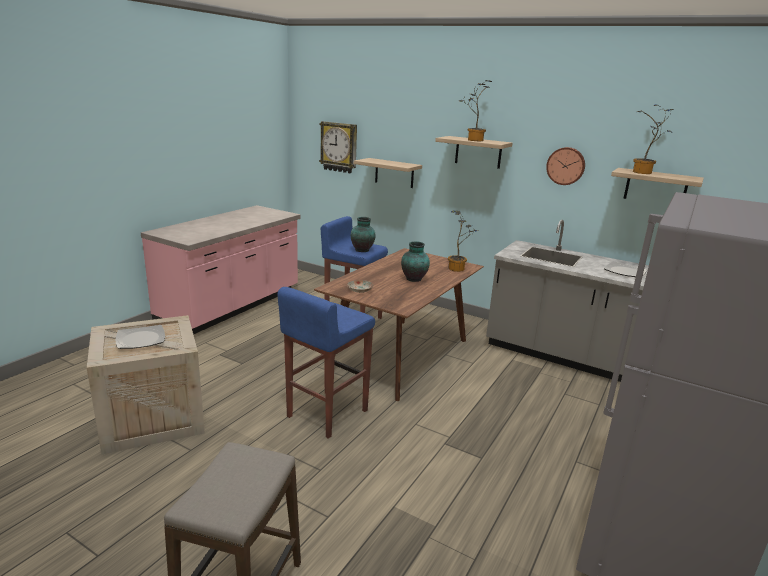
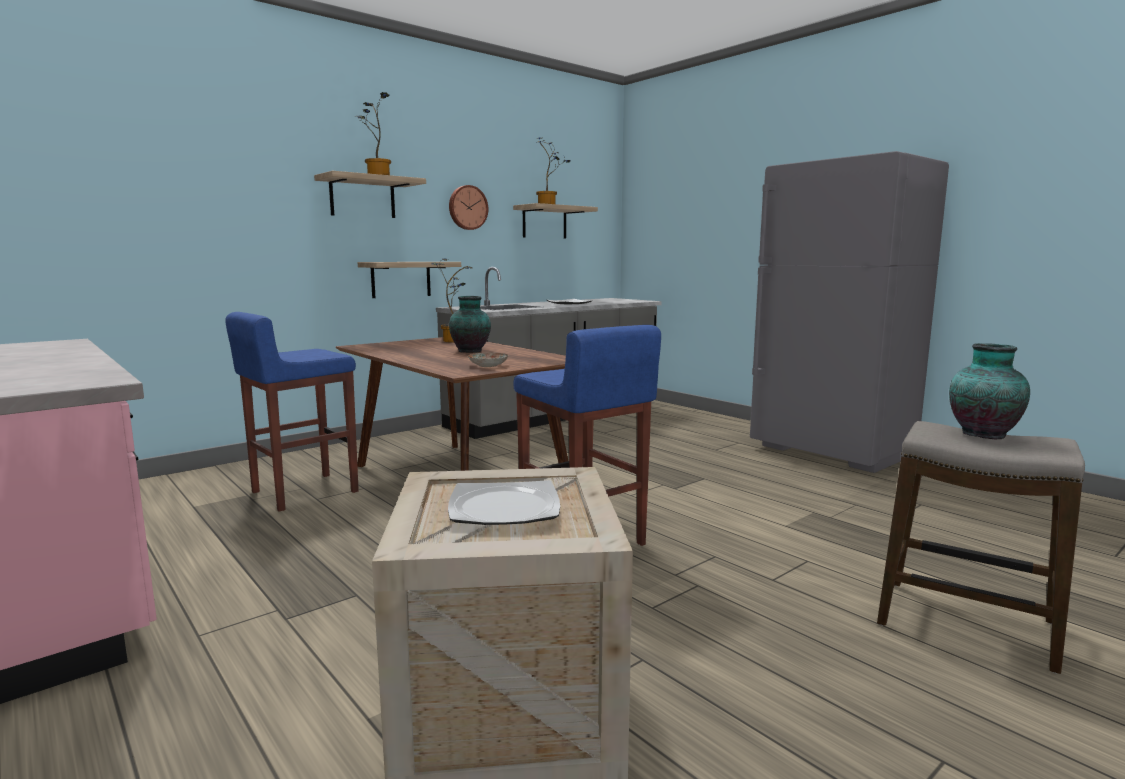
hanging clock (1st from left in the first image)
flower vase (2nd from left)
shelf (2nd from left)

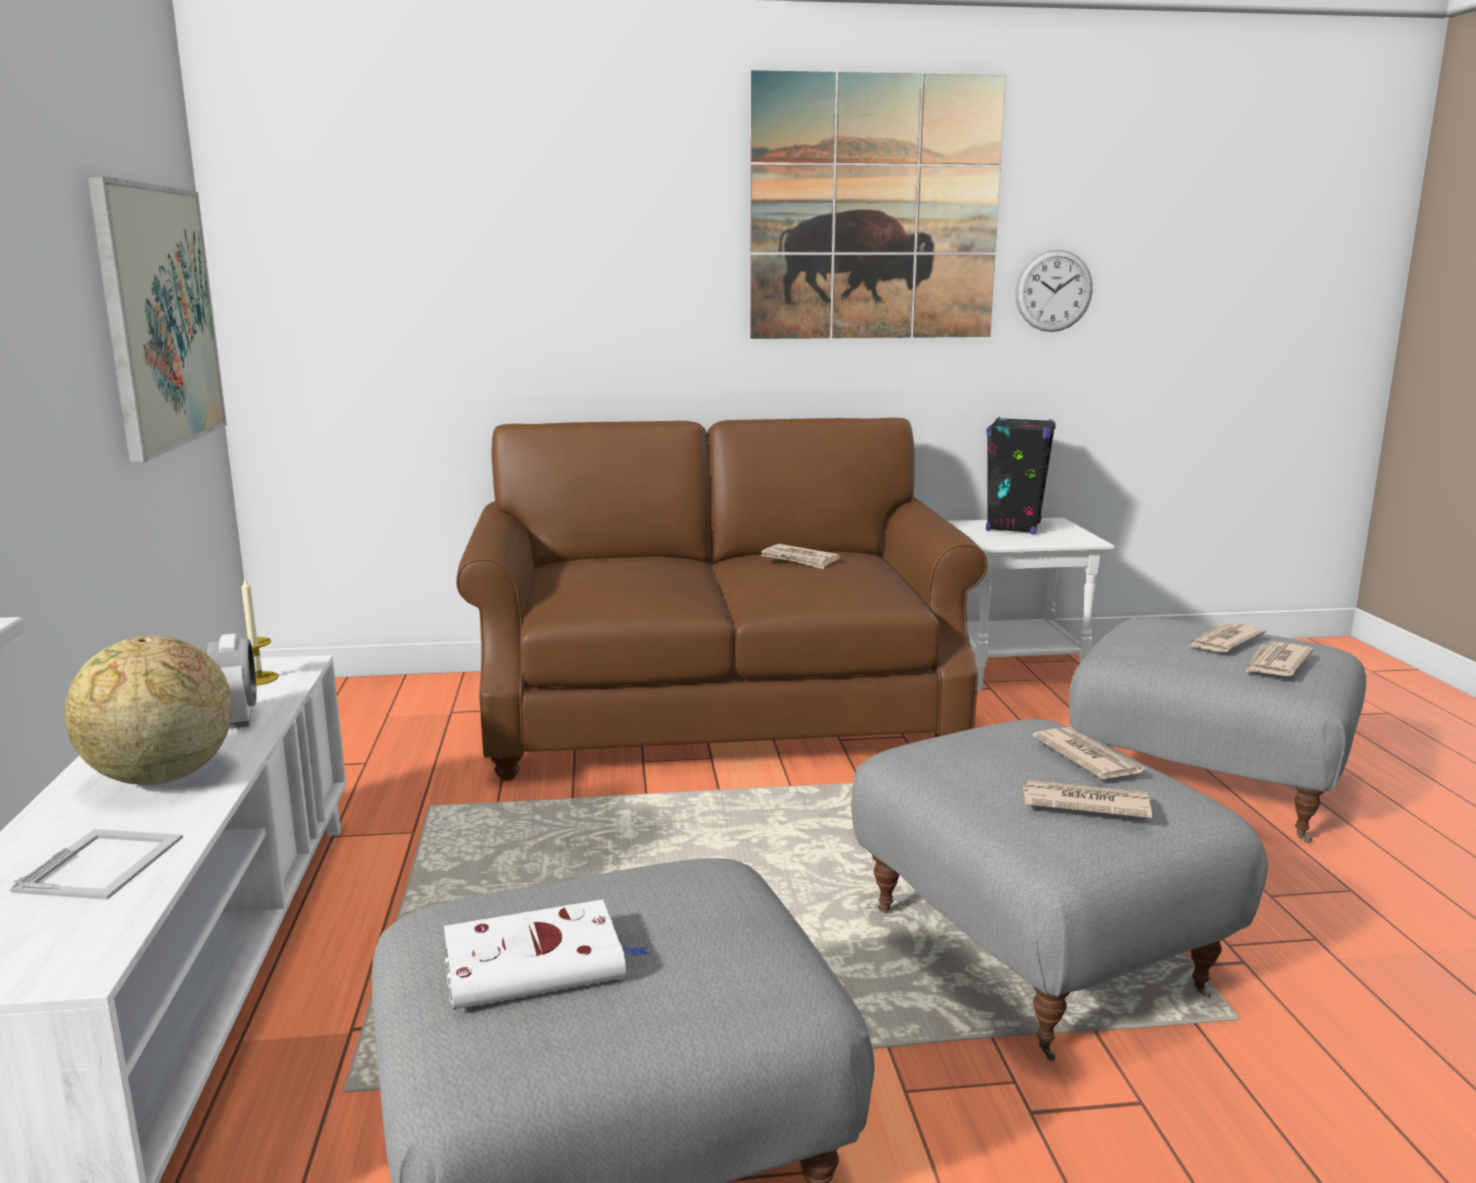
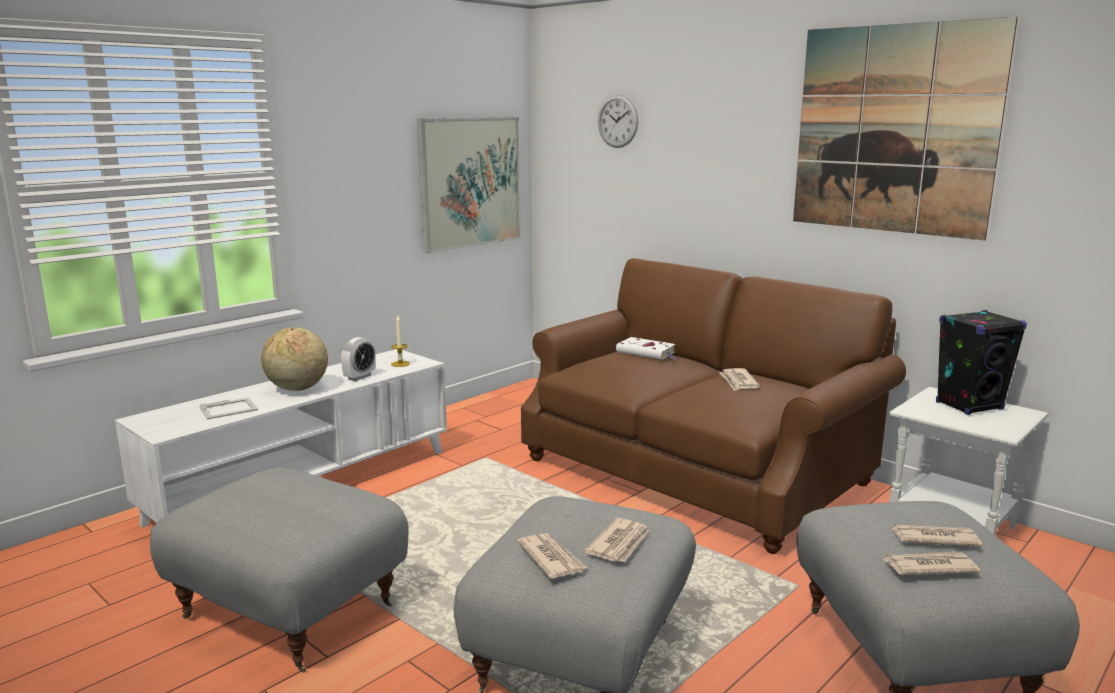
book (white-coloured)
hanging clock

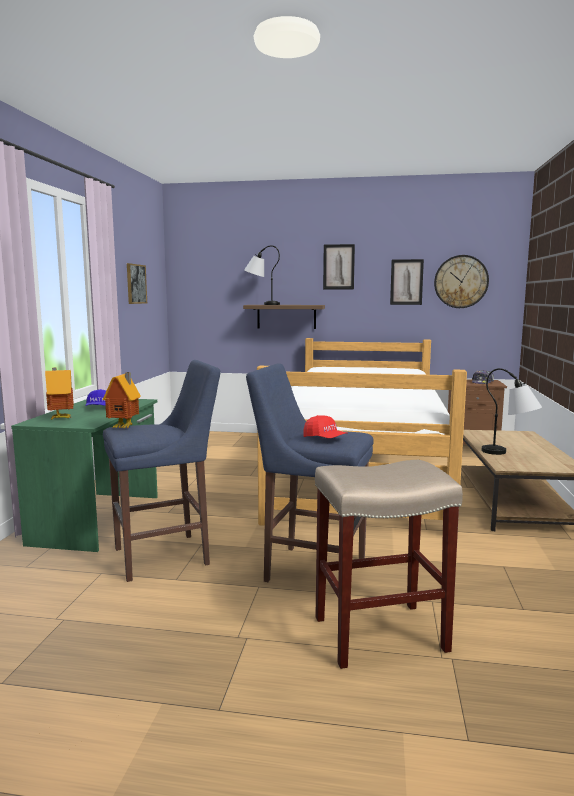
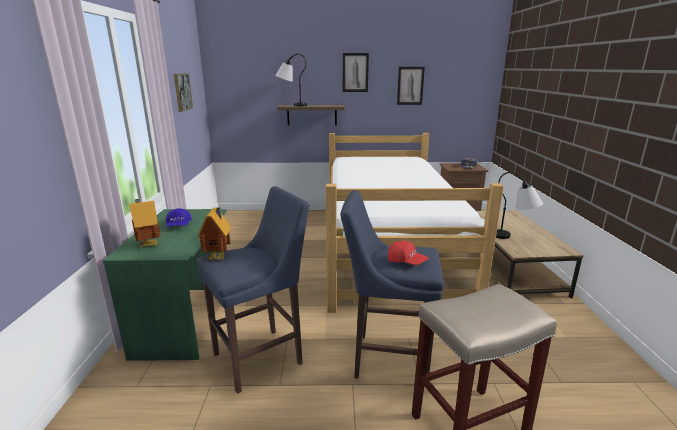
hanging clock

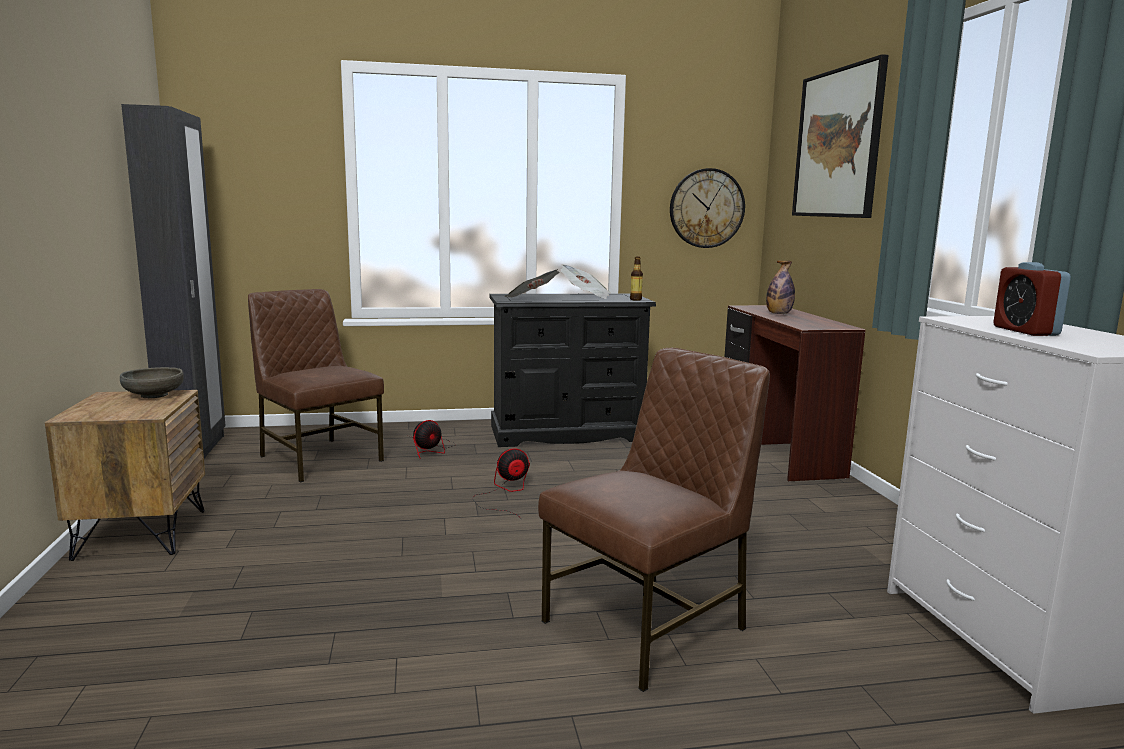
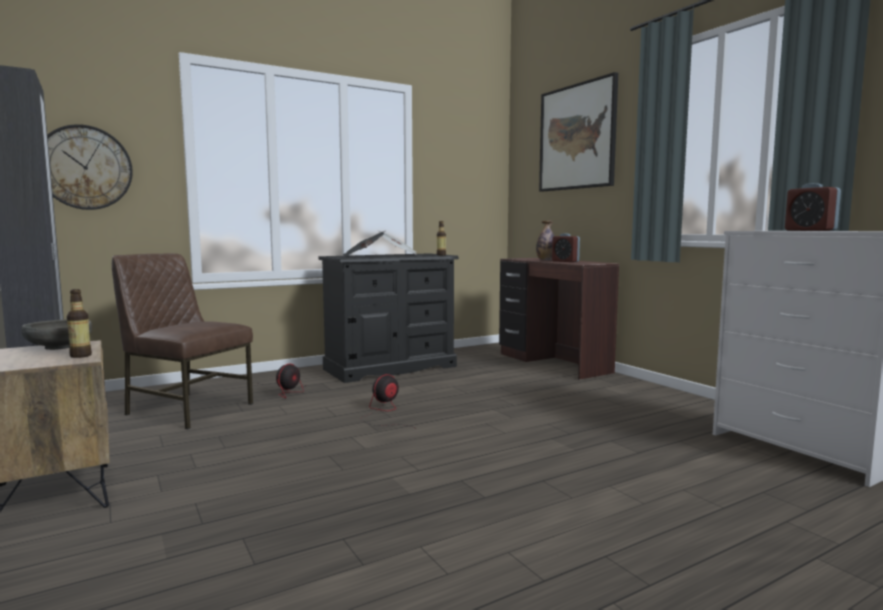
upright chair (brown) (2nd from left in the first image)
beverage bottle (1st from left)
table clock (1st from left)
hanging clock

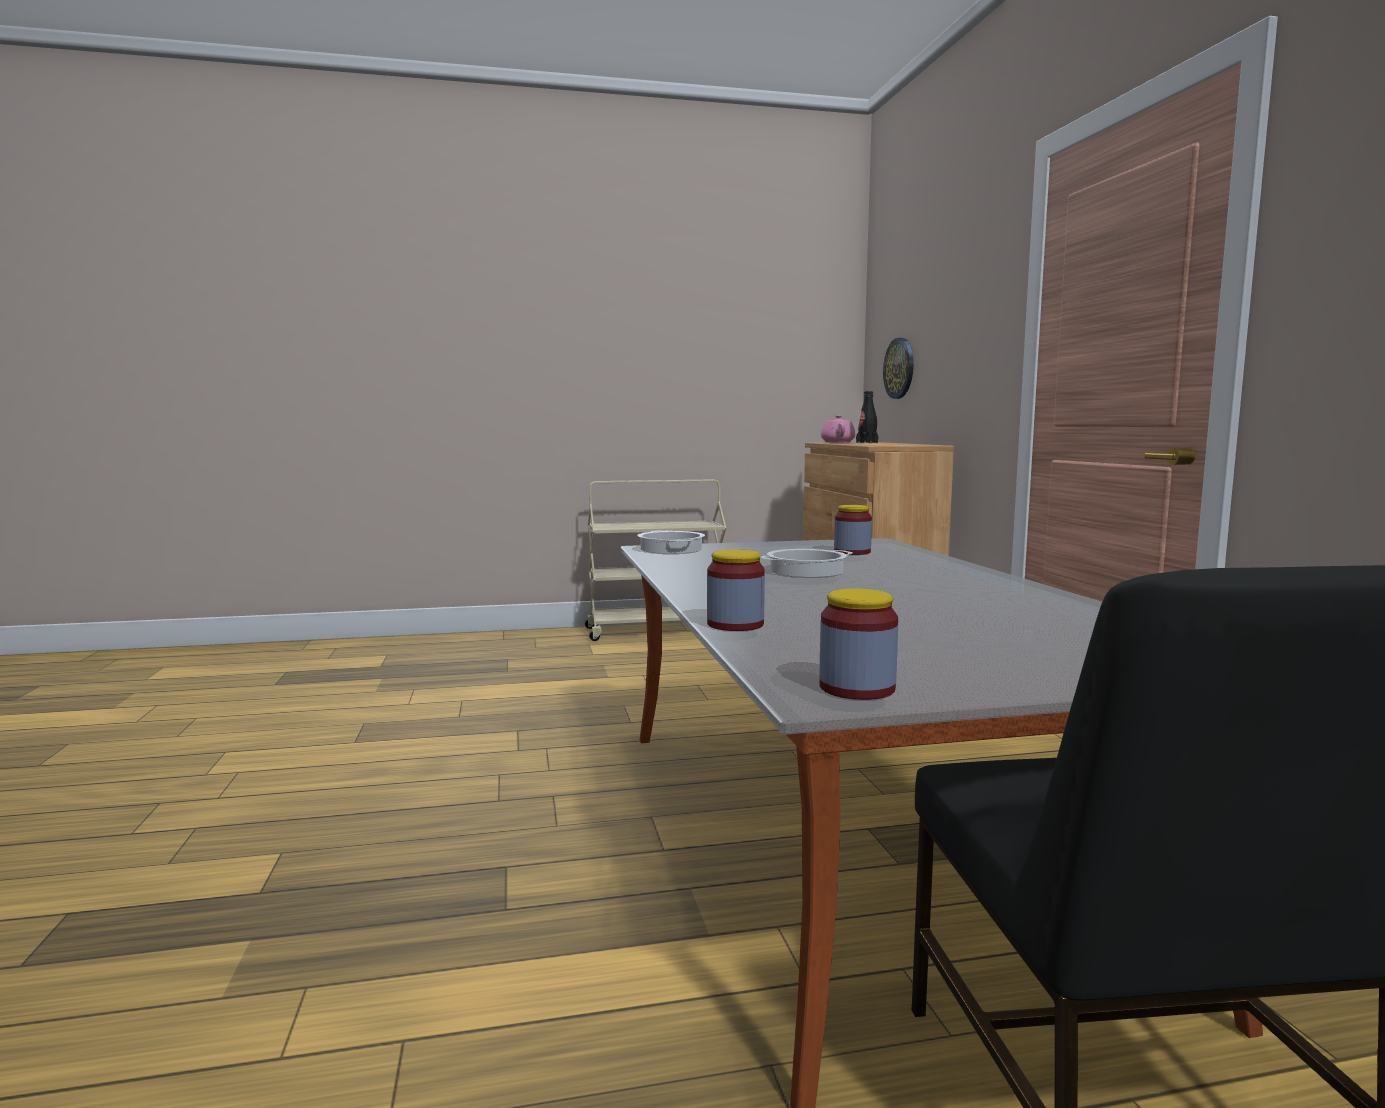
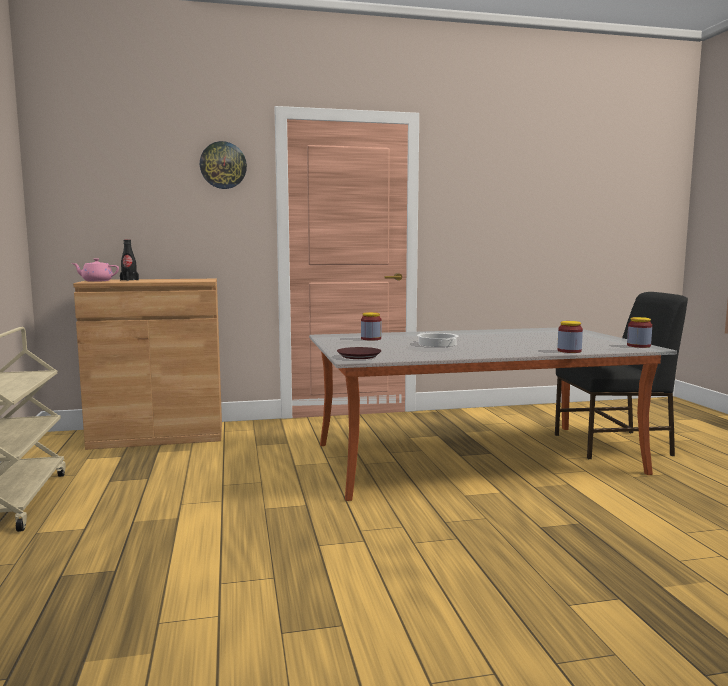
hanging clock
dinner plate (brown)

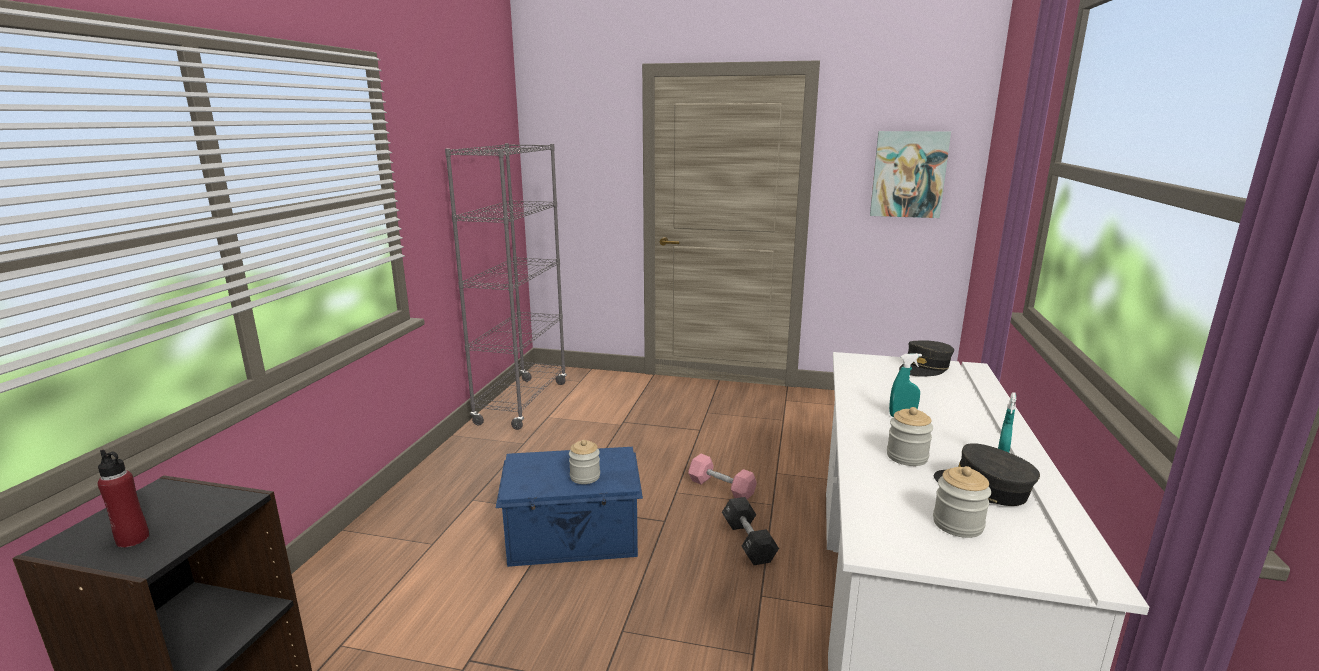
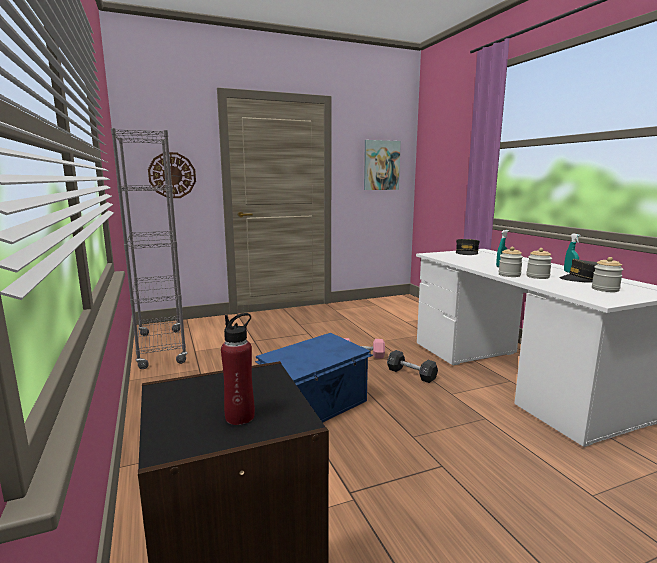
hanging clock
jar (1st from left)

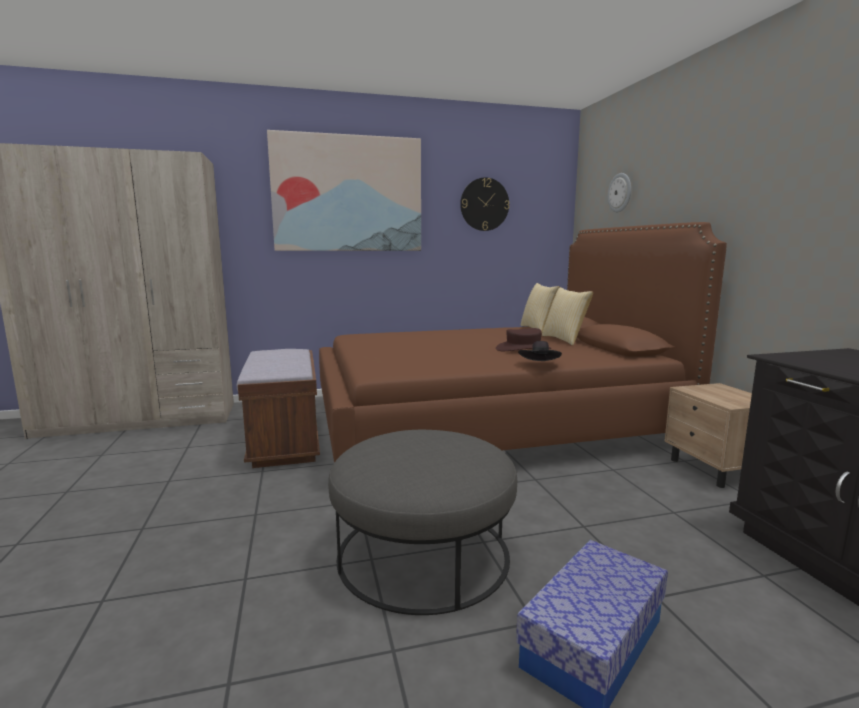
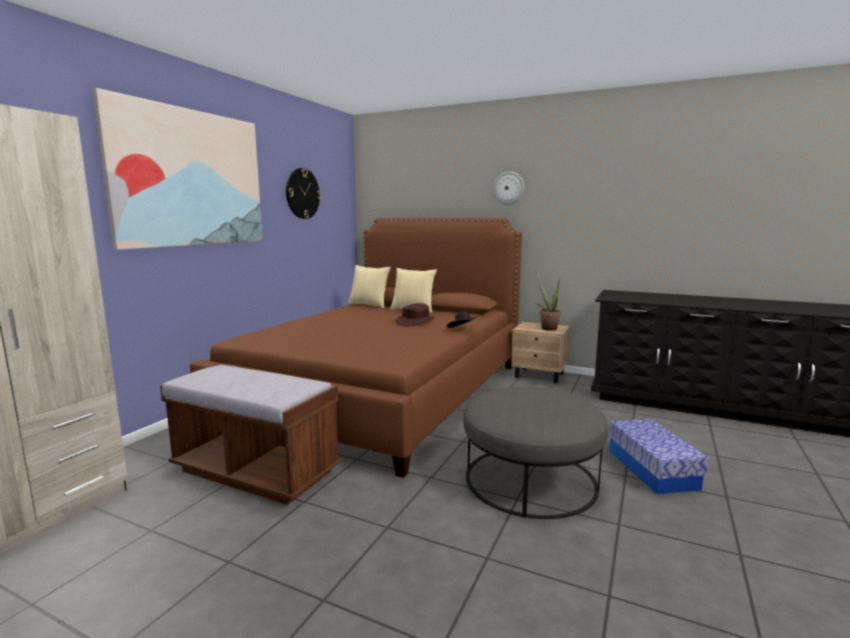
plant in a pot
hanging clock (2nd from left)

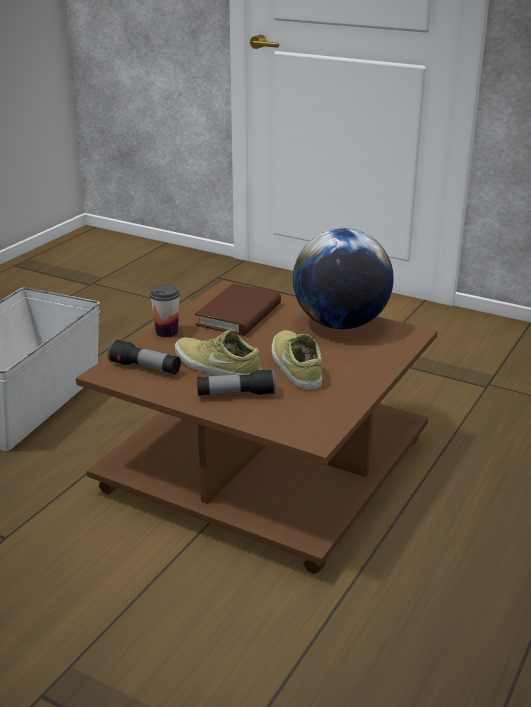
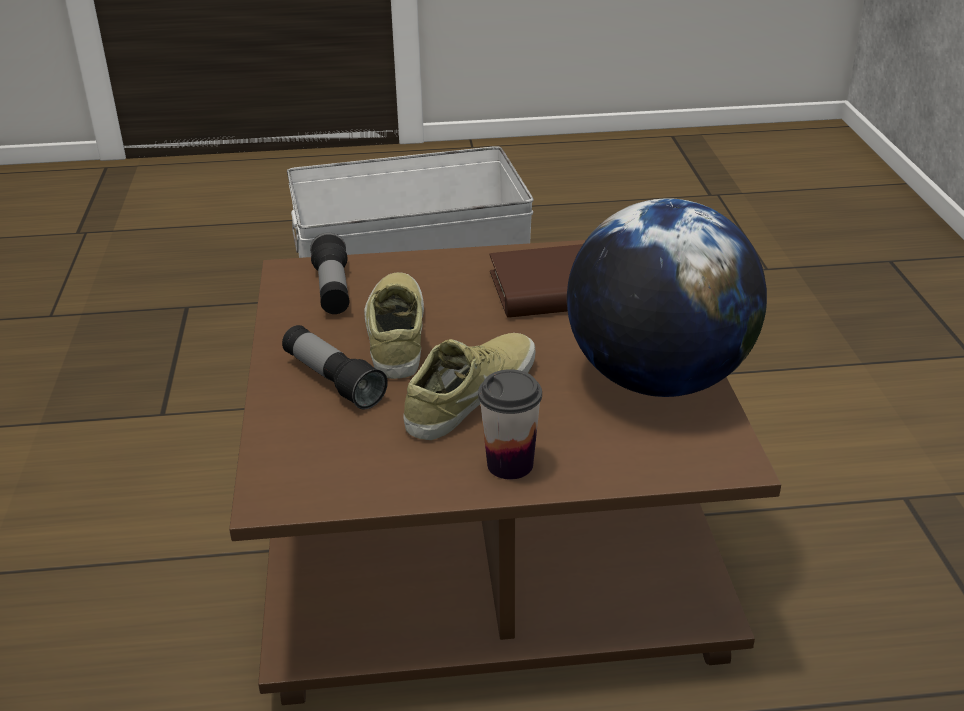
small cup

